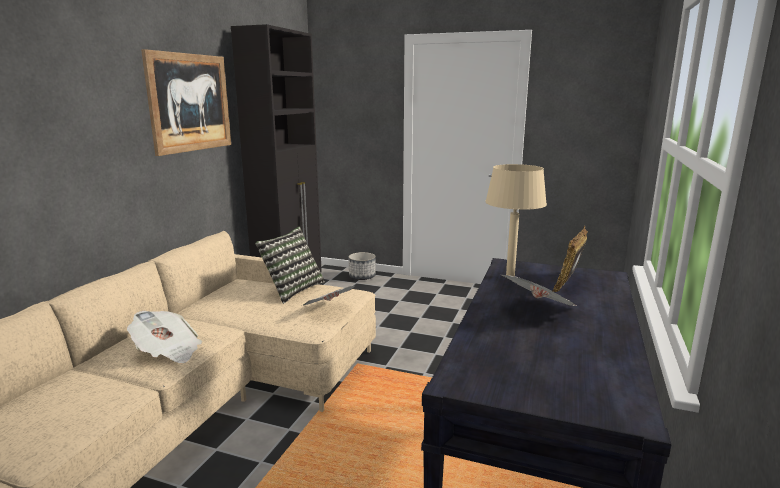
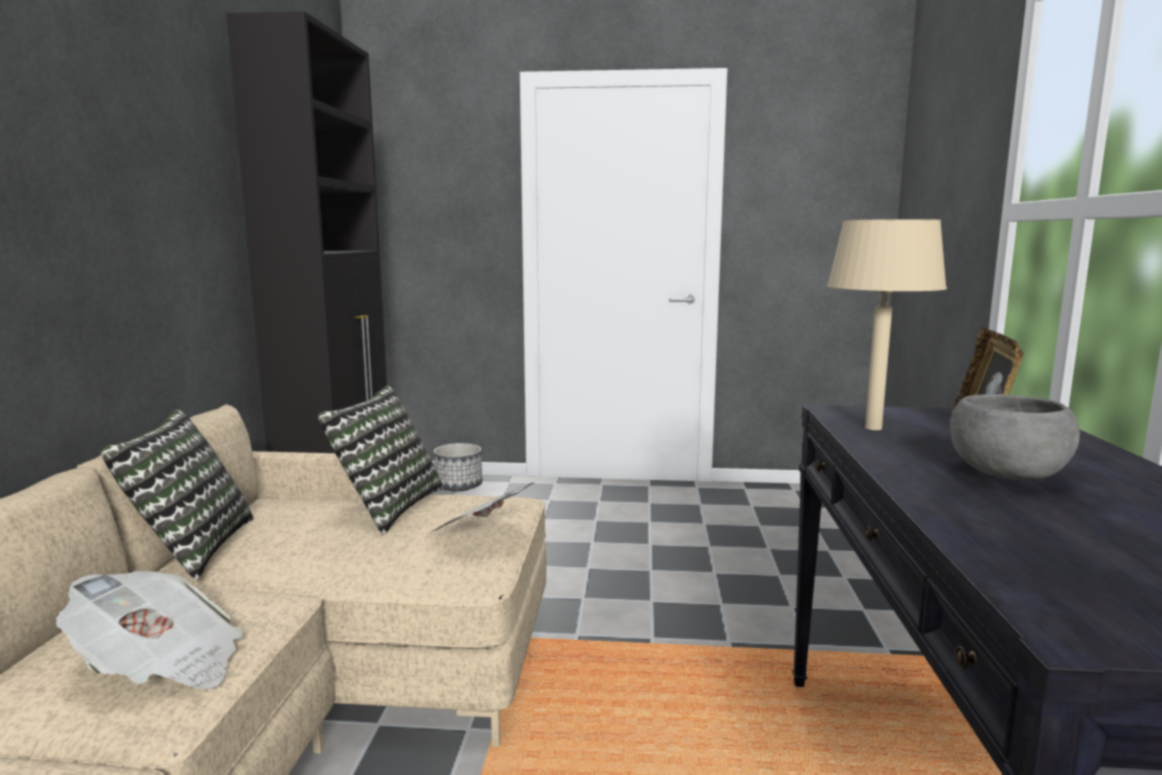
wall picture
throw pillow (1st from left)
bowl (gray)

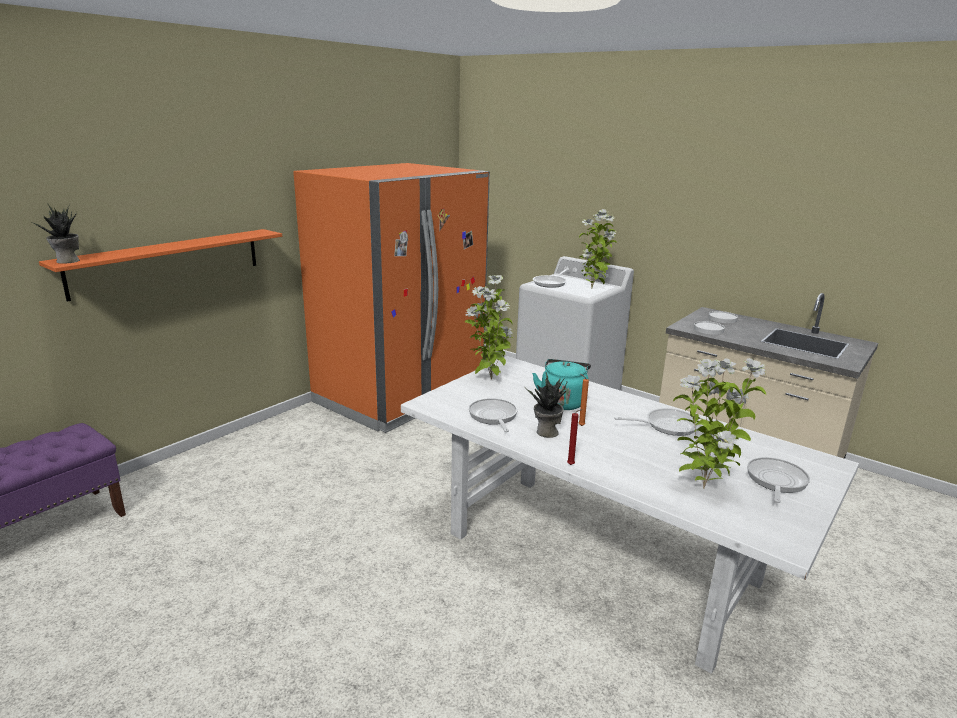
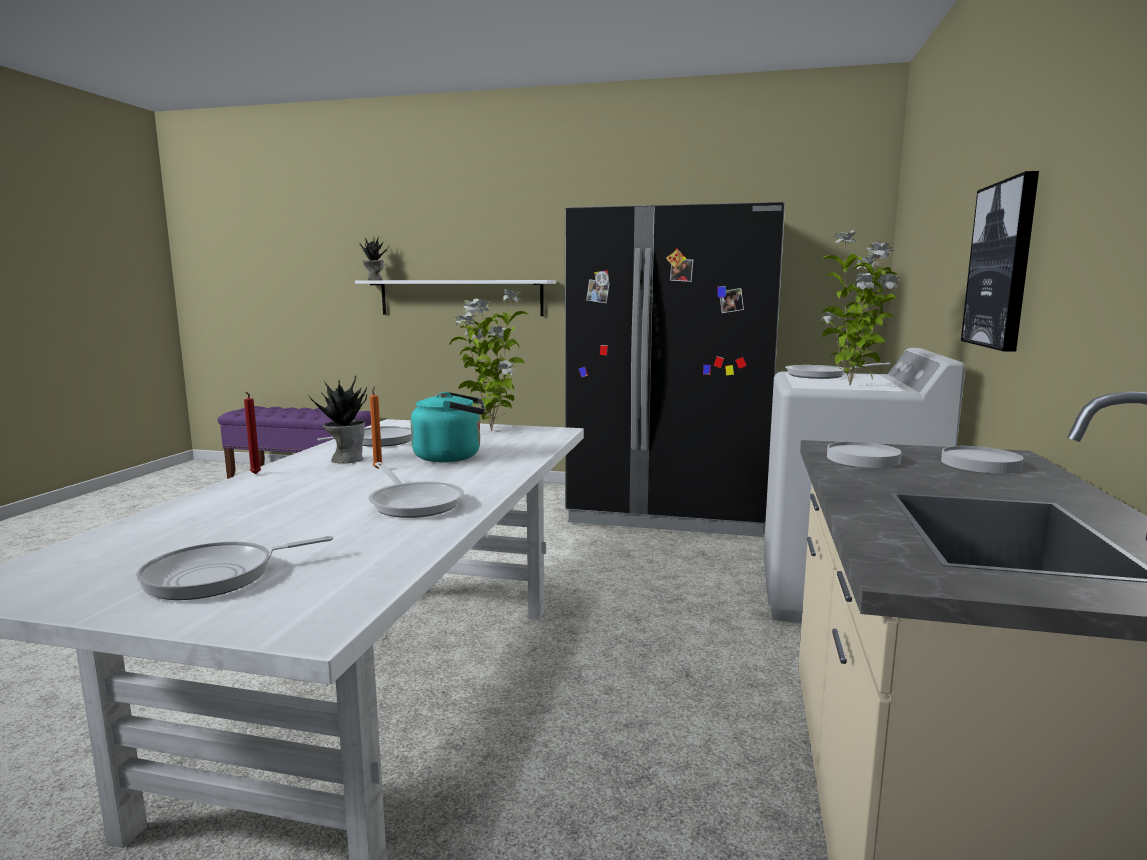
plant in a pot (5th from left in the first image)
wall picture
shelf (white-coloured)
refrigerator (blackish)
skillet (1st from left)

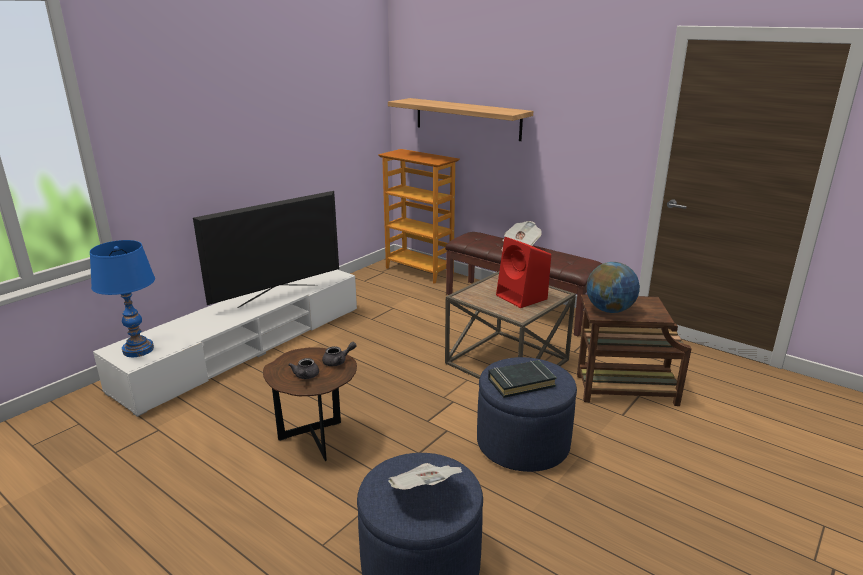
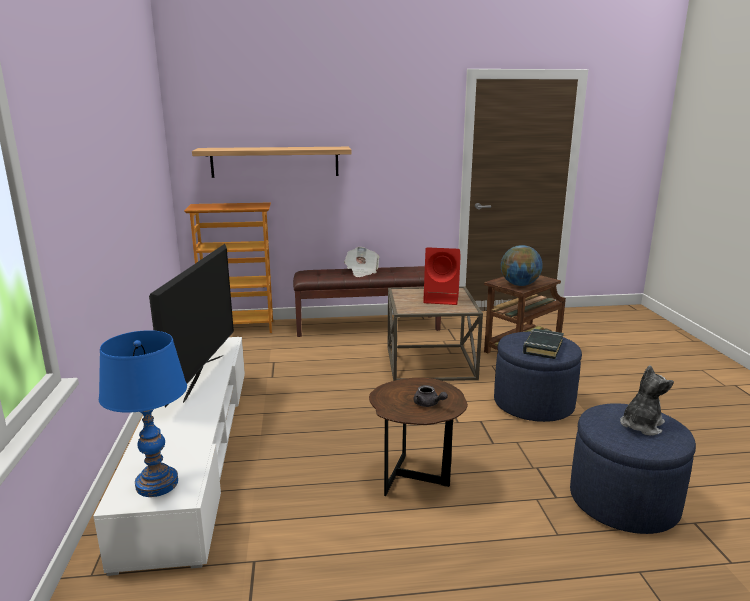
teapot (gray) (2nd from left in the first image)
cuddly toy

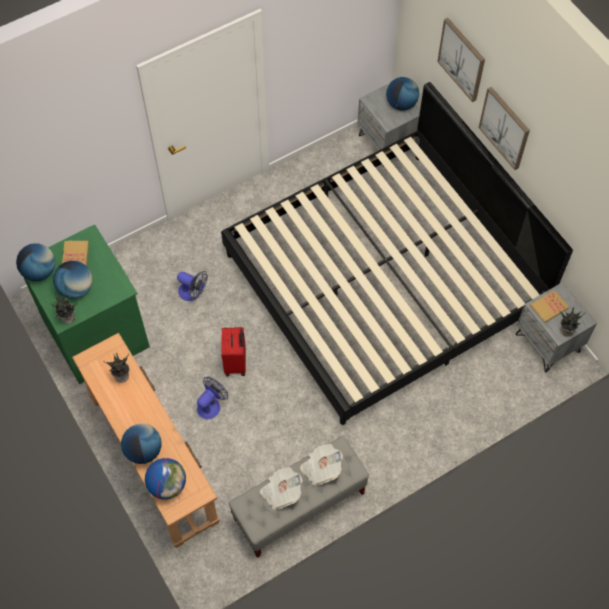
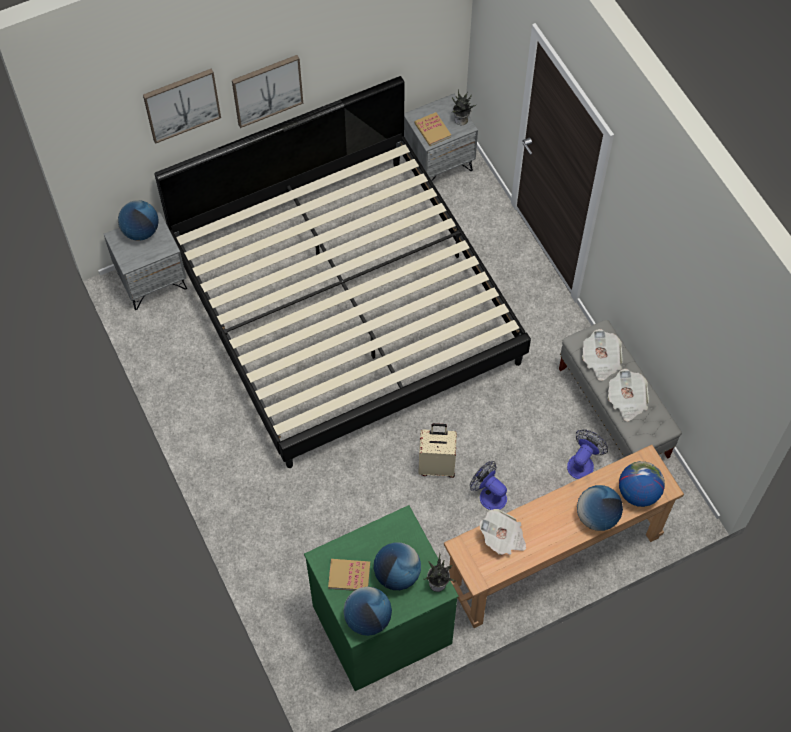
cooling fan (2nd from left)
printed paper (1st from left)
piece of luggage (beige-coloured)

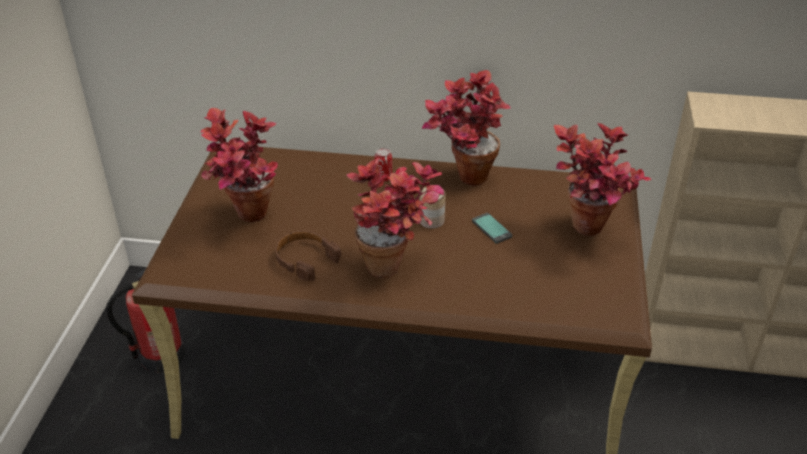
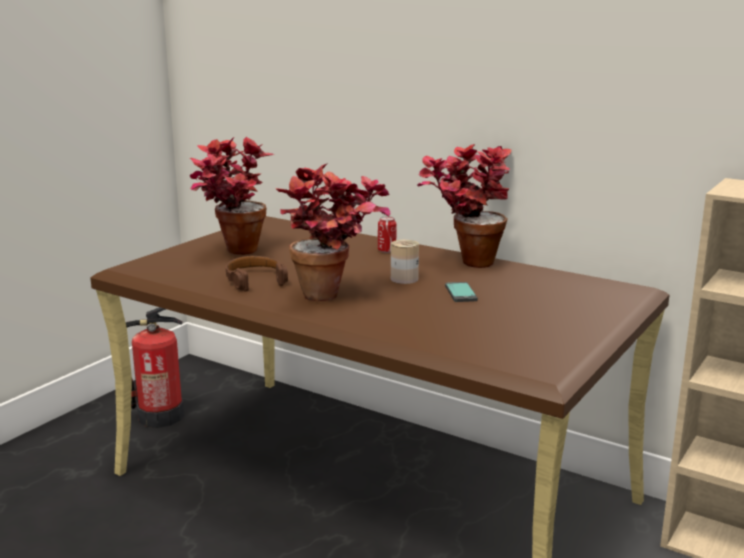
plant in a pot (4th from left in the first image)

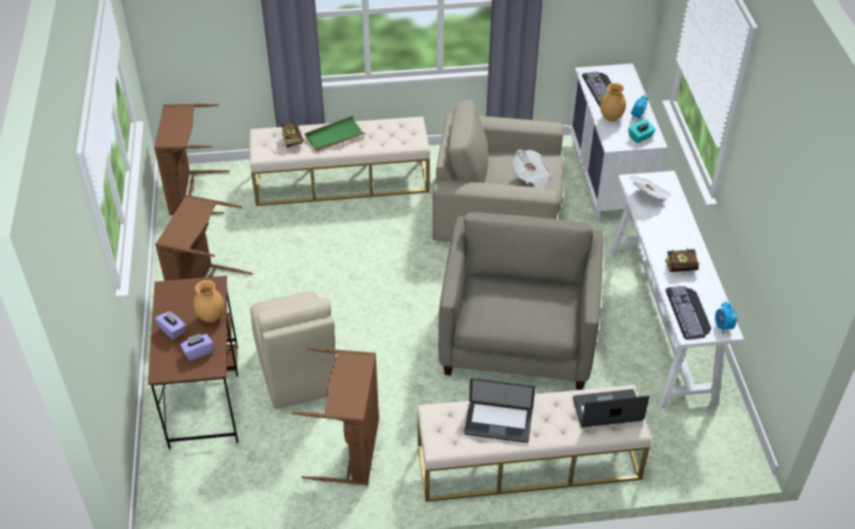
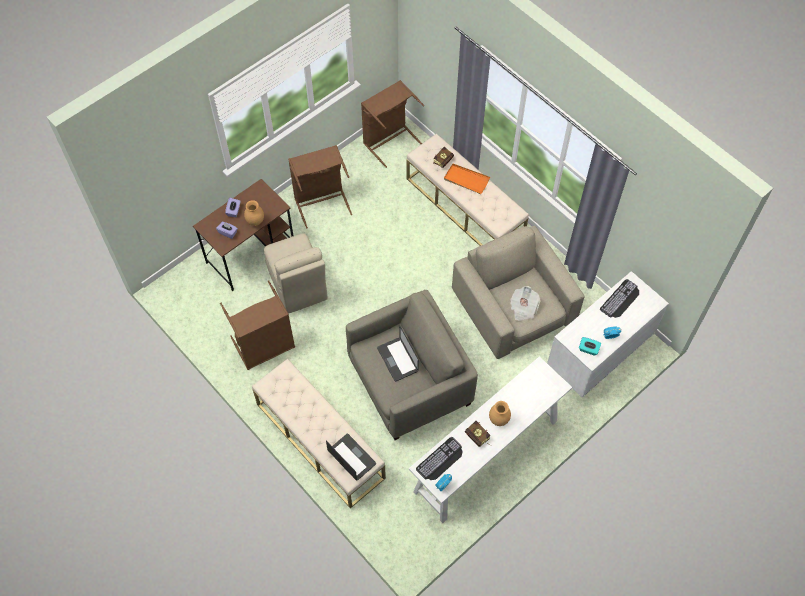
printed paper (2nd from left in the first image)
portable computer (2nd from left)
flower vase (brown) (2nd from left)
carrying tray (orange-coloured)
upright chair (beige-coloured)

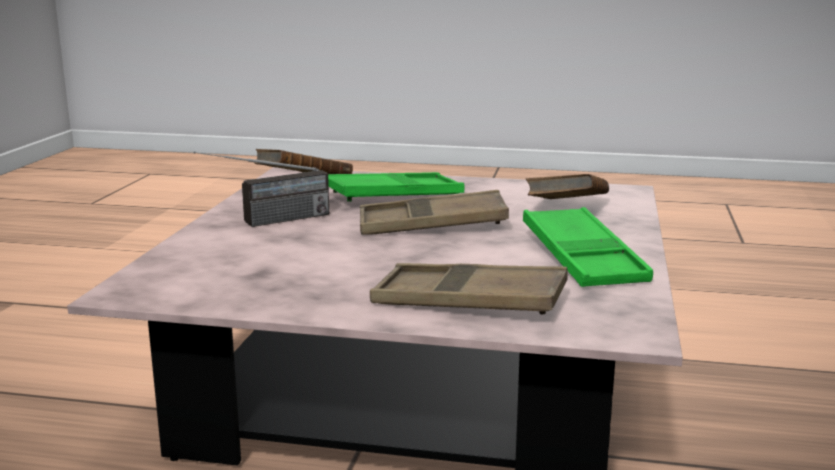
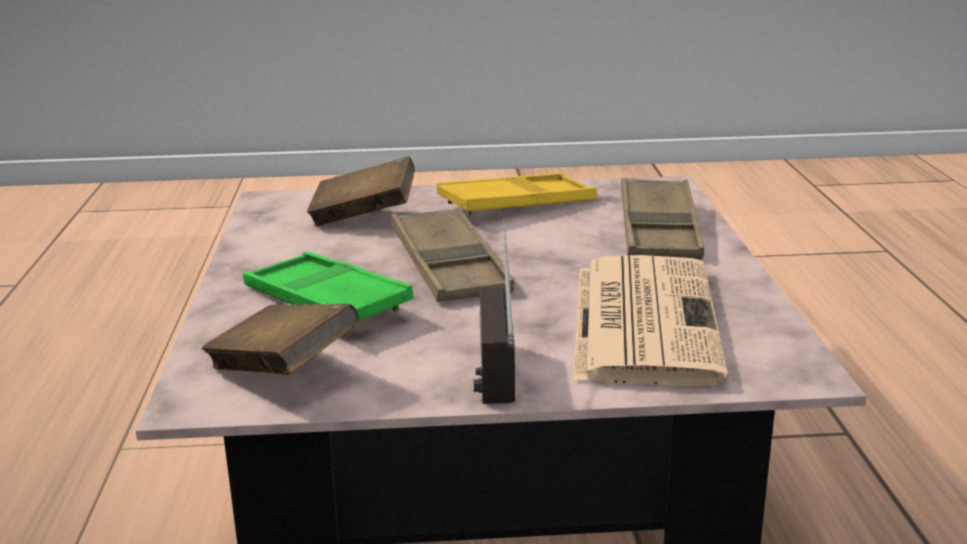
printed paper
carrying tray (yellow)
radio

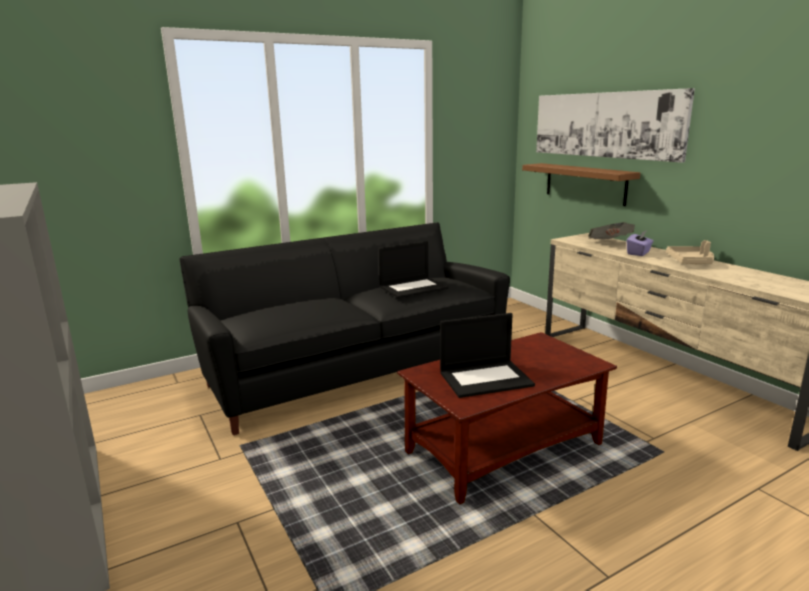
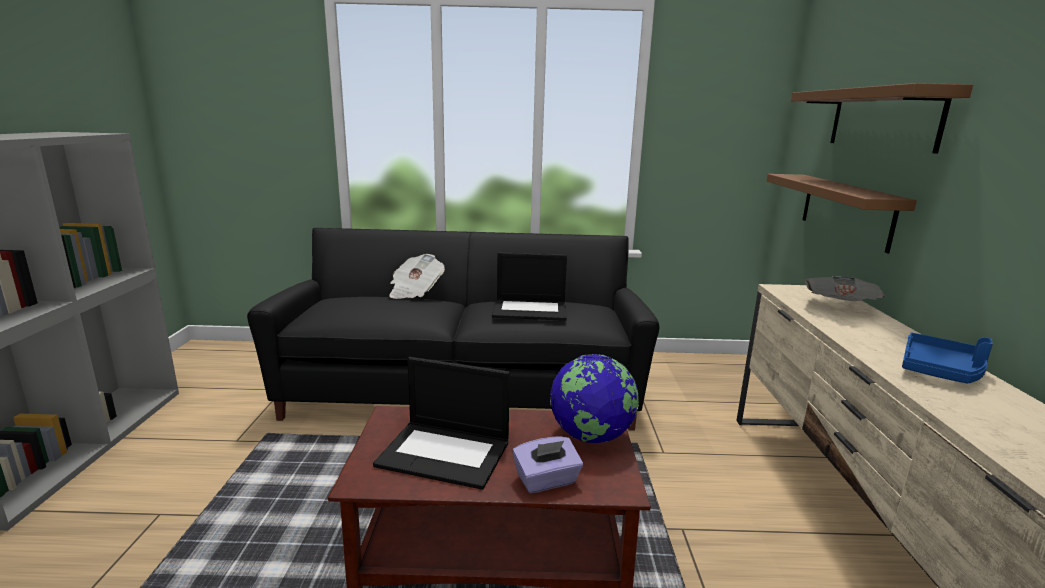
printed paper (1st from left)
globe
tissue box (purple)
shelf (brown) (2nd from left)
carrying tray (blue-coloured)

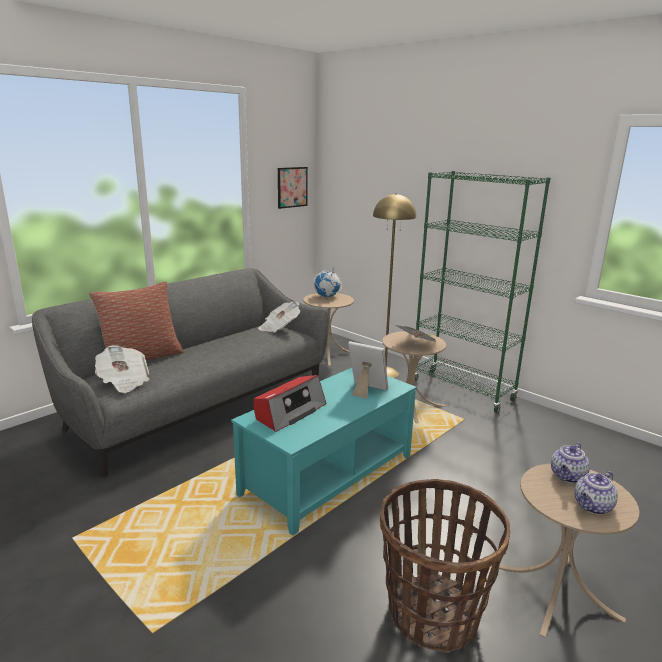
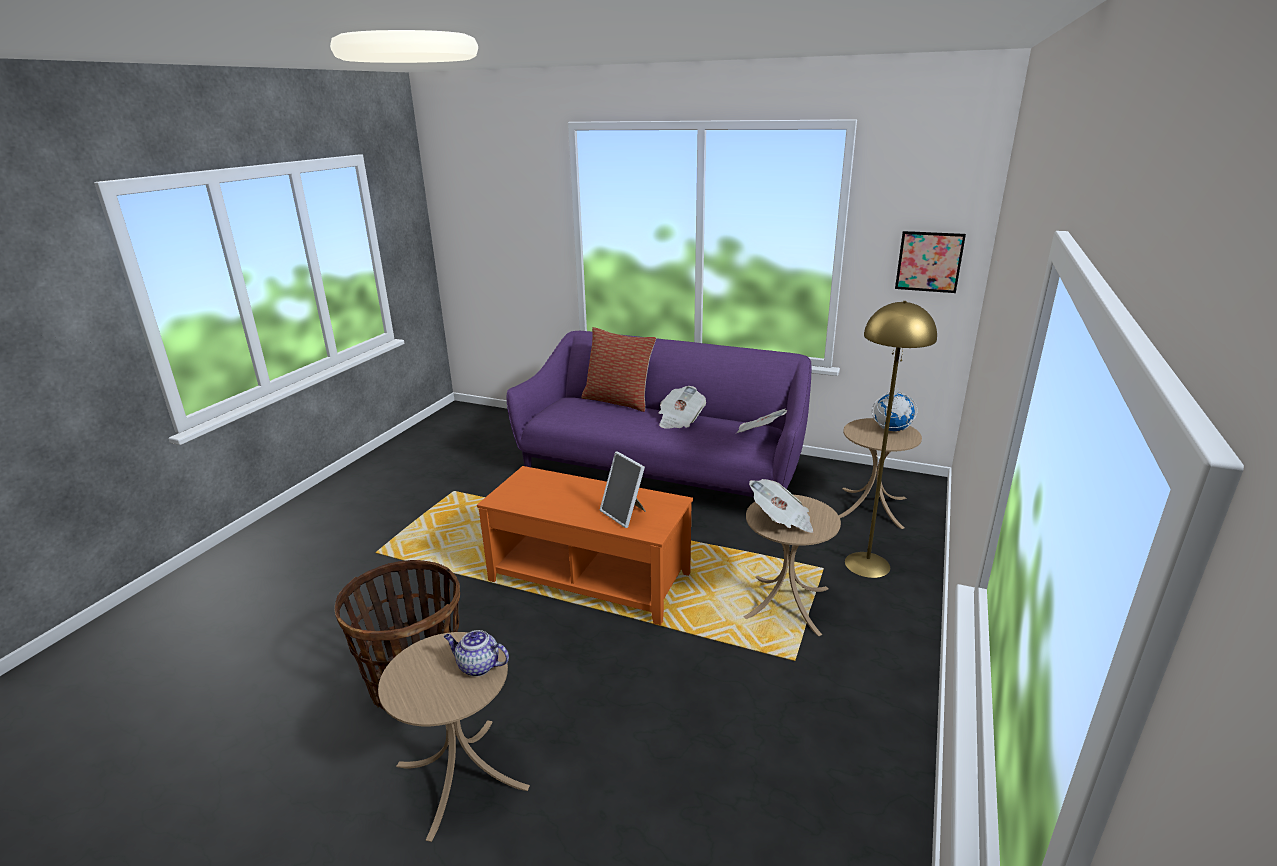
radio
bookcase (green)
teapot (2nd from left in the first image)
printed paper (1st from left)
sofa (purple)
low table (orange-coloured)
standing frame

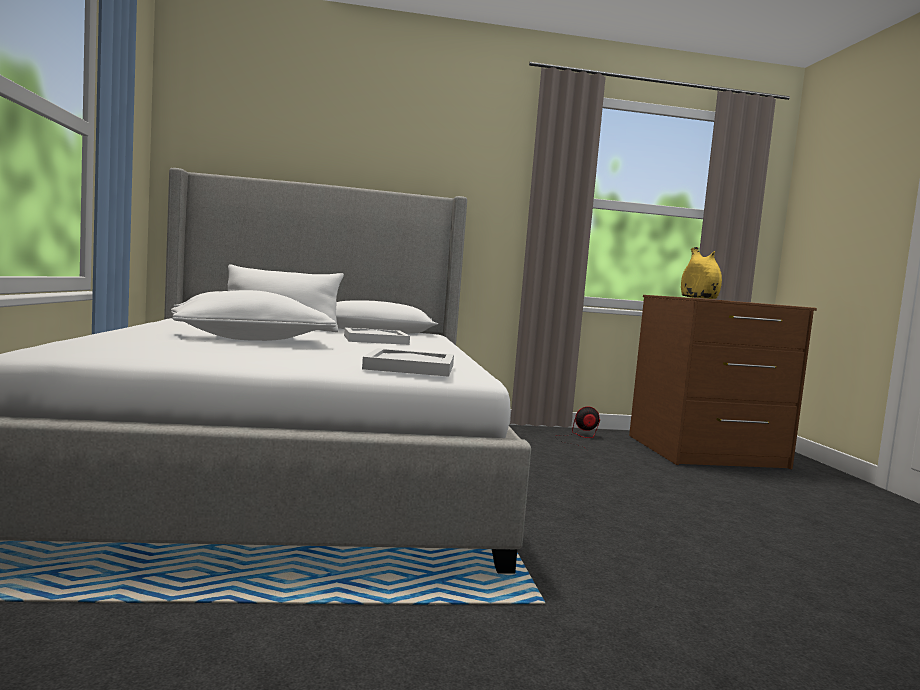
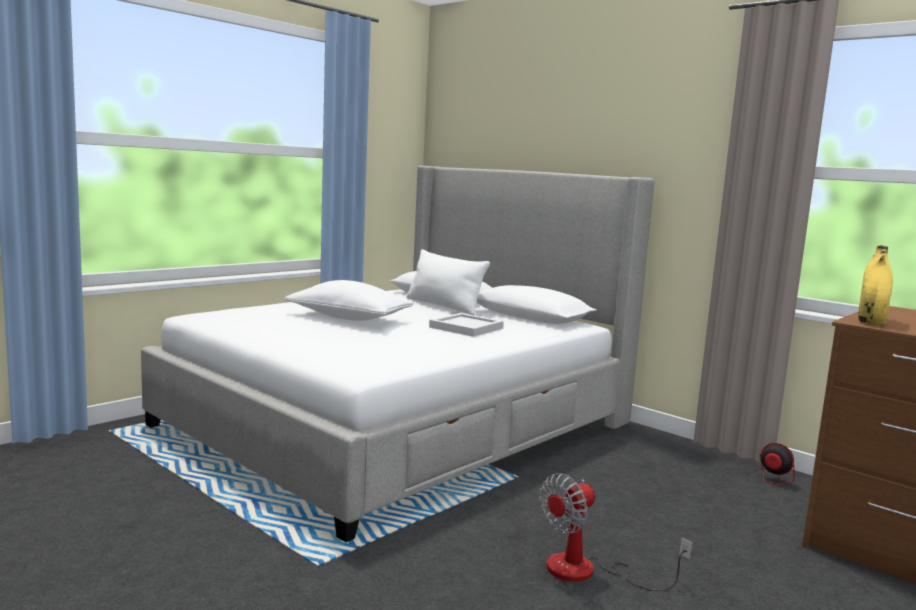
carrying tray (white-coloured) (2nd from left in the first image)
cooling fan (1st from left)

